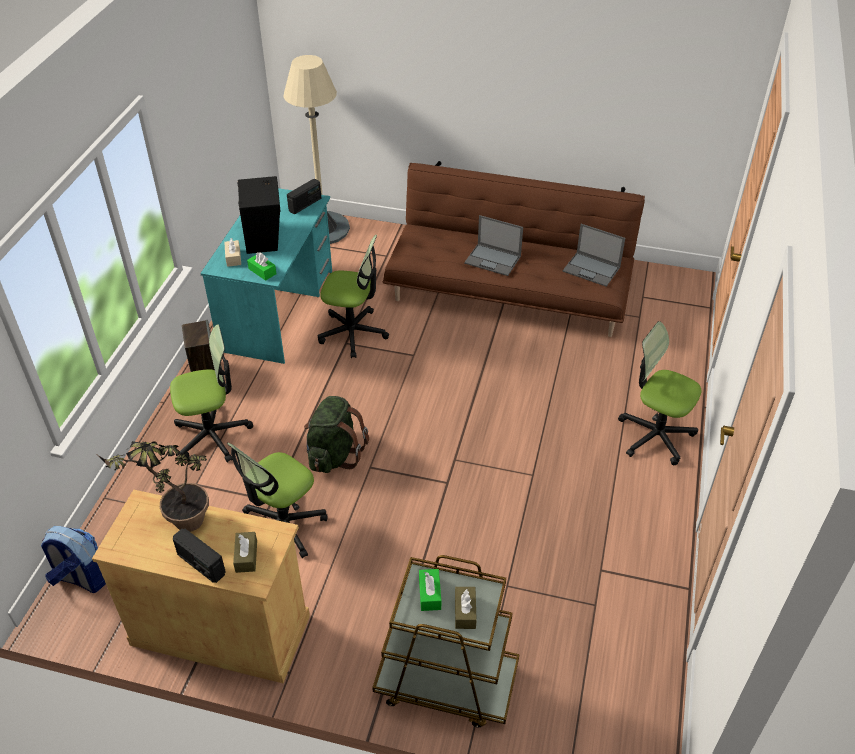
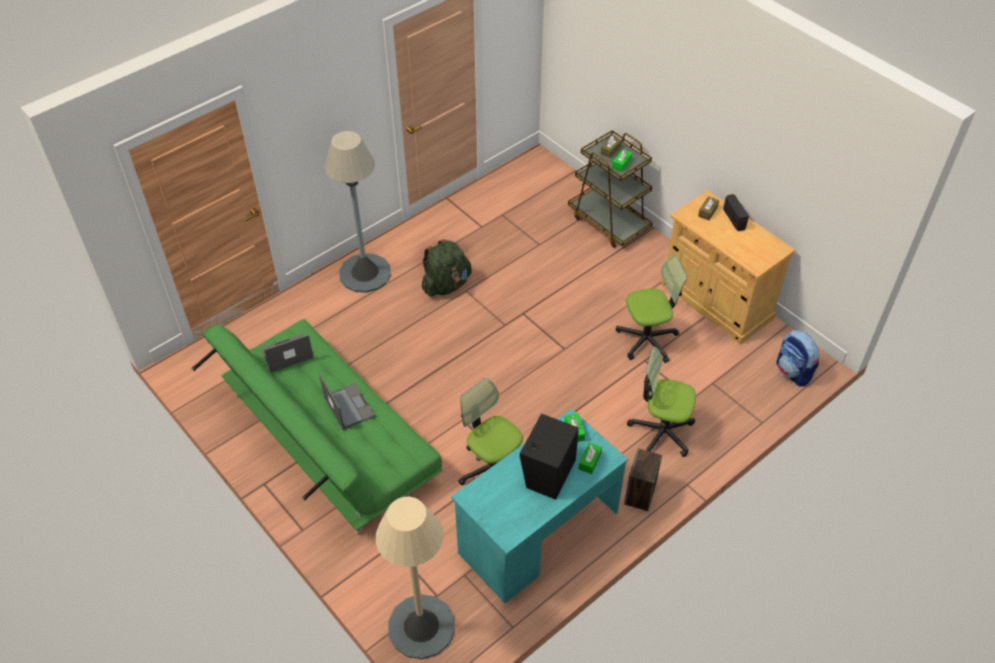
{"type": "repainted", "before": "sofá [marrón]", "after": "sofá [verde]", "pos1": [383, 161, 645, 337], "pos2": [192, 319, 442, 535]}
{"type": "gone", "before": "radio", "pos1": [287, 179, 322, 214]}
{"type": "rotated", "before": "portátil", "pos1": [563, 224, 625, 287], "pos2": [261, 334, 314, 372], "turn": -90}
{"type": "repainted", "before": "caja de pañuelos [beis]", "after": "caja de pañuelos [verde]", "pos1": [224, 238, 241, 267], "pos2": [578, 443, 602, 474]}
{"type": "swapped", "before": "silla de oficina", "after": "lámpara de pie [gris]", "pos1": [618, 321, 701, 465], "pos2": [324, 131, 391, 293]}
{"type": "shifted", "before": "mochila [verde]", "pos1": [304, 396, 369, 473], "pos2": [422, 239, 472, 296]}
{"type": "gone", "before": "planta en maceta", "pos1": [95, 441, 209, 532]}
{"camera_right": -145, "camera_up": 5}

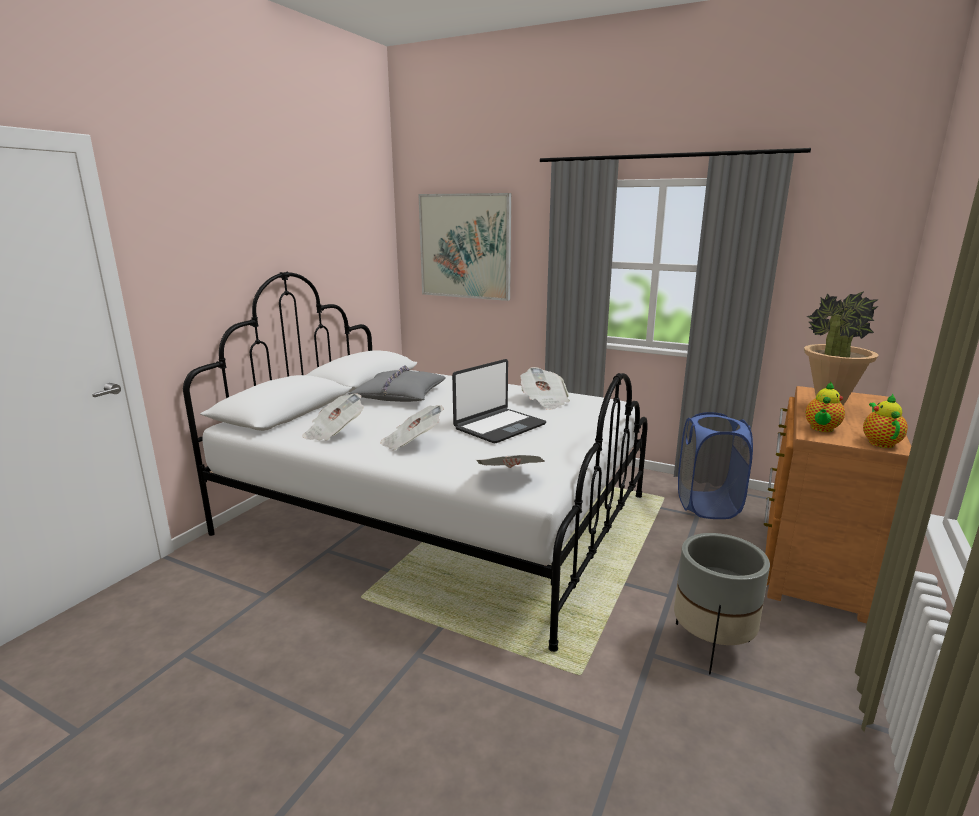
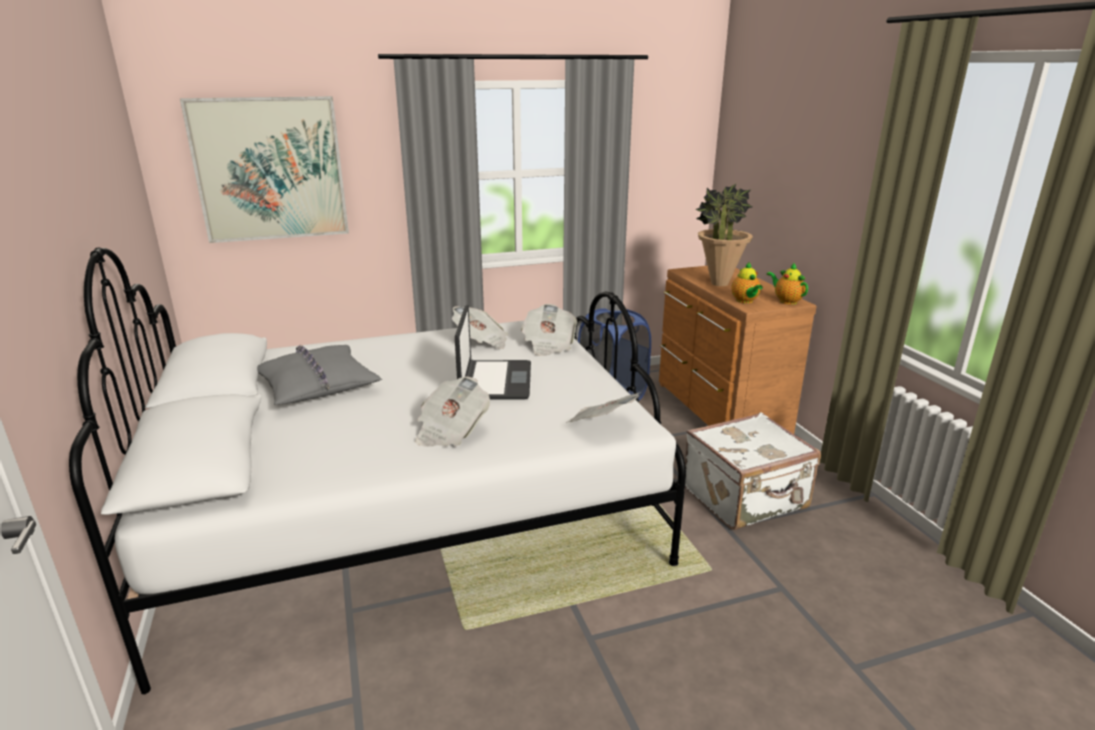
{"type": "shifted", "before": "periódico", "pos1": [302, 393, 363, 441], "pos2": [521, 304, 577, 356]}
{"type": "swapped", "before": "maceta [gris]", "after": "maleta [blanco]", "pos1": [674, 533, 770, 675], "pos2": [685, 412, 821, 530]}
{"camera_right": -45, "camera_up": 5}

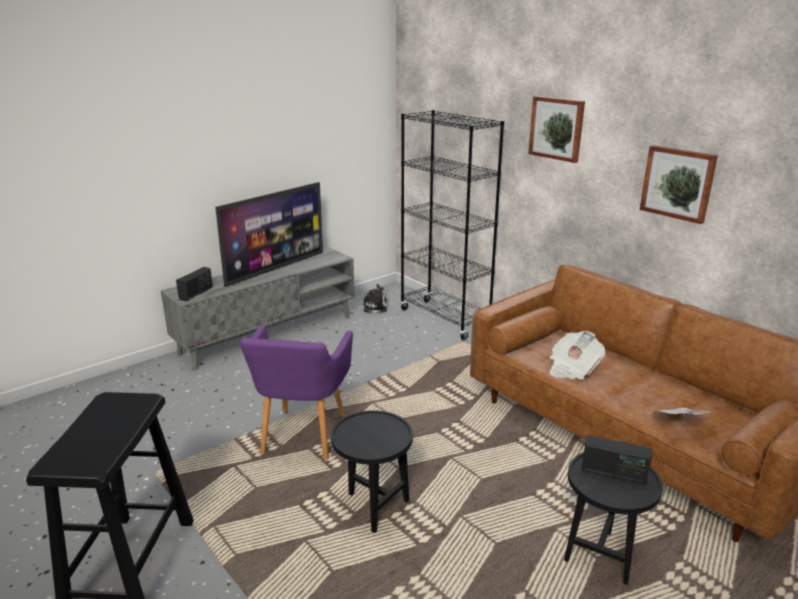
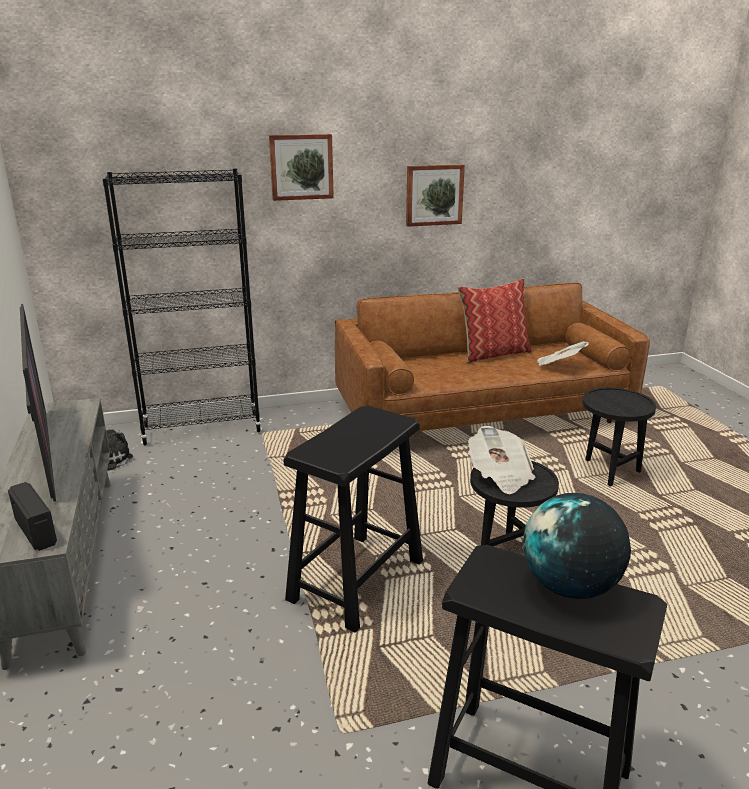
{"type": "swapped", "before": "sillón [morado]", "after": "taburete [negro]", "pos1": [240, 325, 353, 460], "pos2": [283, 406, 423, 632]}
{"type": "shifted", "before": "periódico", "pos1": [549, 331, 605, 380], "pos2": [468, 426, 536, 494]}
{"type": "gone", "before": "radio", "pos1": [581, 435, 652, 484]}
{"type": "new", "after": "cojín", "pos2": [457, 278, 532, 363]}
{"type": "new", "after": "globo terráqueo", "pos2": [523, 493, 631, 599]}
{"camera_right": -65, "camera_up": 0}

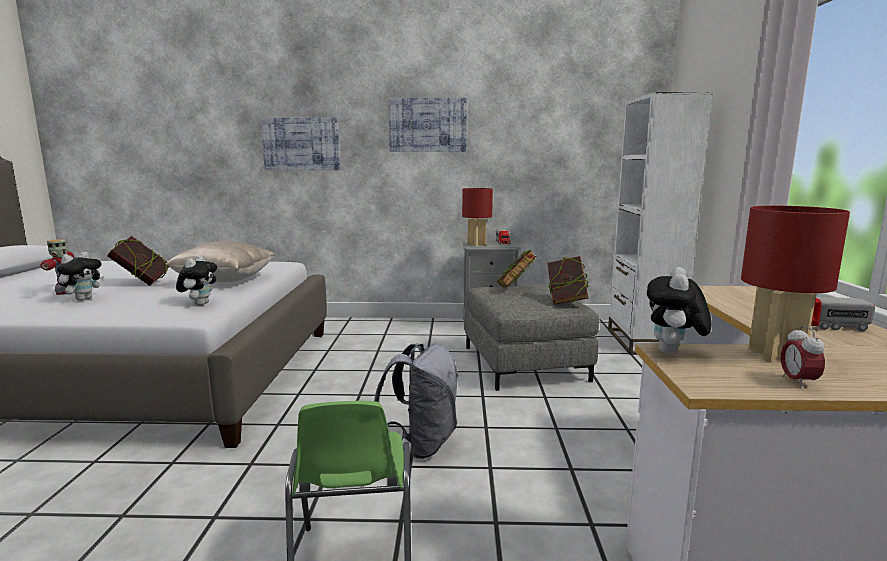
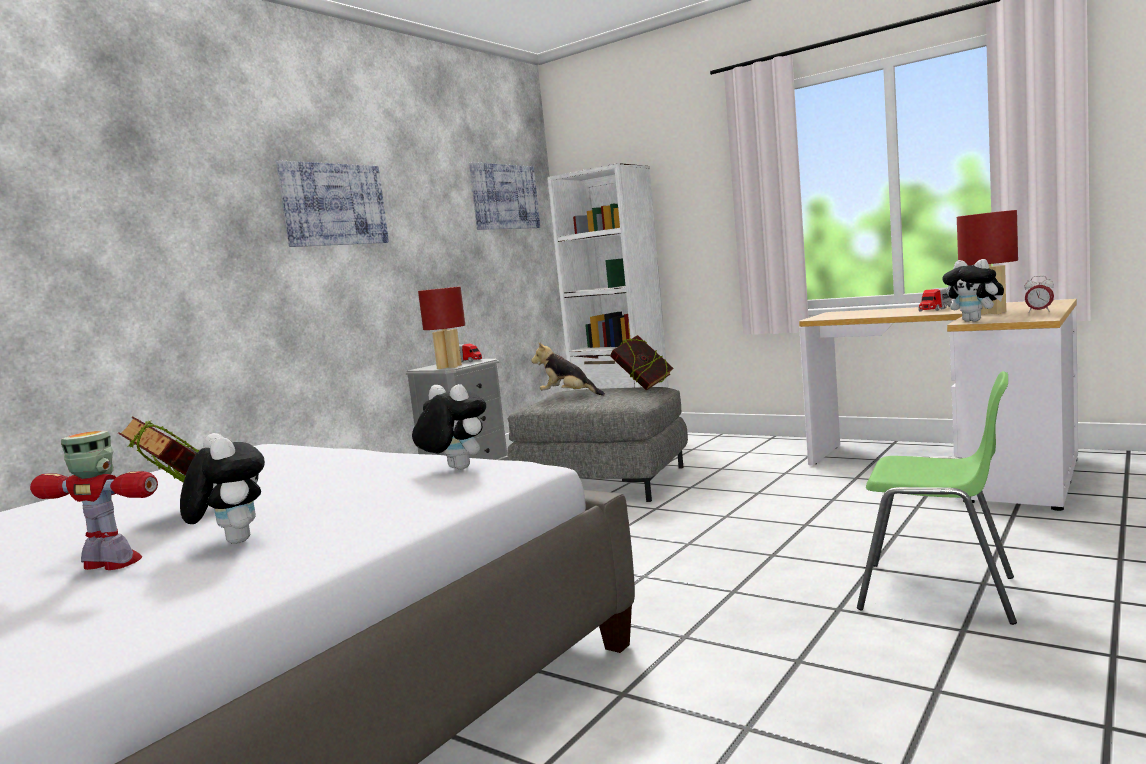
{"type": "shifted", "before": "cuadro", "pos1": [261, 118, 340, 170], "pos2": [469, 162, 540, 230]}
{"type": "gone", "before": "cojín [beis]", "pos1": [166, 241, 275, 282]}
{"type": "swapped", "before": "libro", "after": "peluche", "pos1": [497, 250, 536, 287], "pos2": [531, 343, 605, 396]}
{"type": "gone", "before": "mochila [gris]", "pos1": [374, 343, 458, 459]}
{"camera_right": -55, "camera_up": -5}

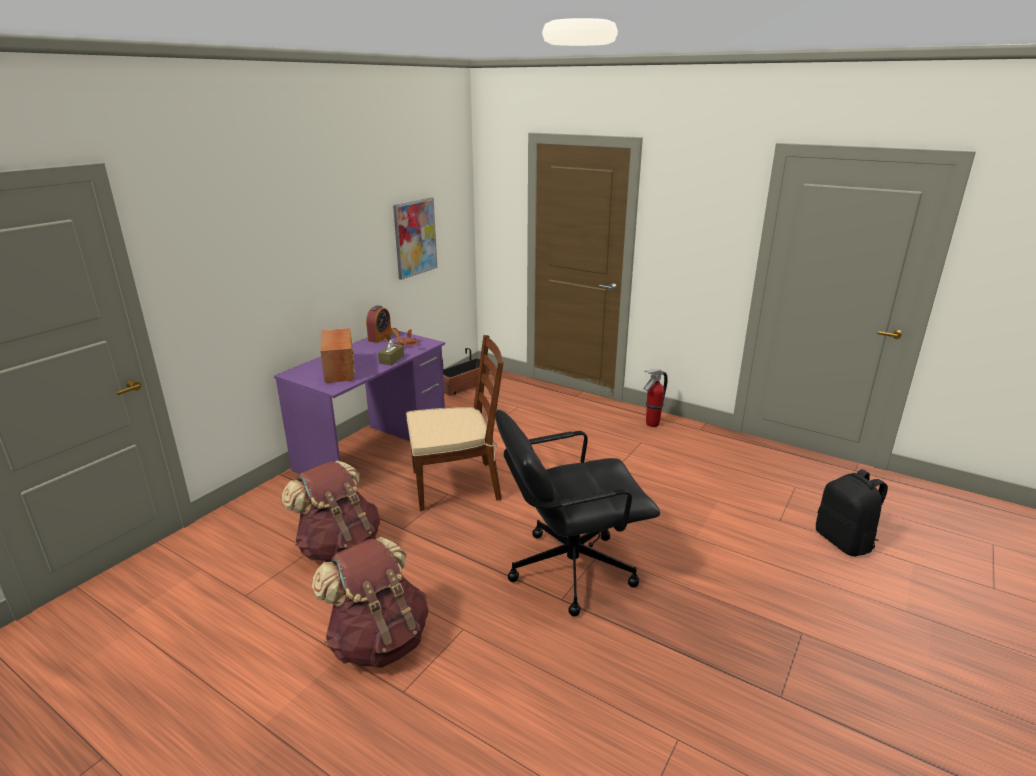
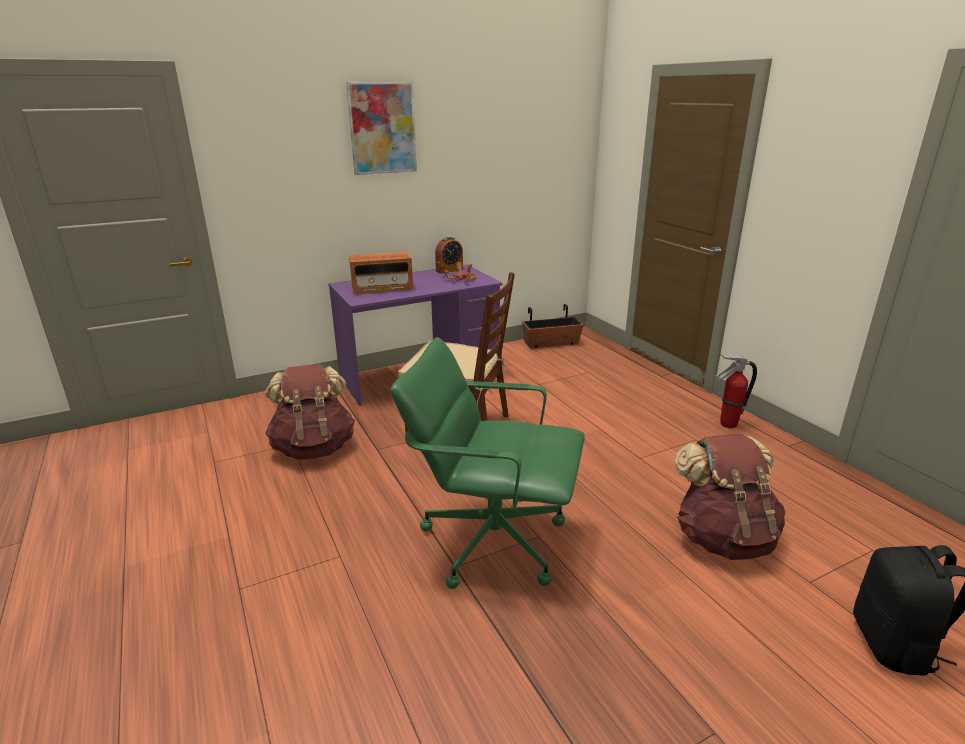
{"type": "shifted", "before": "cuadro", "pos1": [393, 197, 437, 280], "pos2": [346, 82, 417, 175]}
{"type": "rotated", "before": "radio", "pos1": [321, 328, 355, 383], "pos2": [349, 252, 413, 294], "turn": 60}
{"type": "gone", "before": "caja de pañuelos [marrón]", "pos1": [378, 339, 404, 365]}
{"type": "repainted", "before": "silla de oficina [negro]", "after": "silla de oficina [verde]", "pos1": [495, 410, 660, 617], "pos2": [390, 337, 585, 589]}
{"type": "shifted", "before": "mochila [marrón]", "pos1": [312, 537, 429, 668], "pos2": [675, 434, 786, 560]}
{"camera_right": 30, "camera_up": 0}

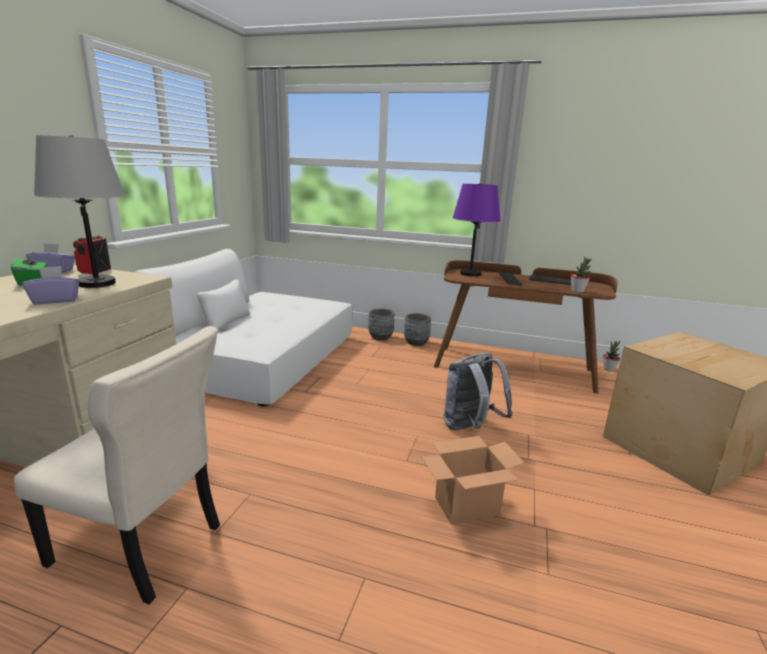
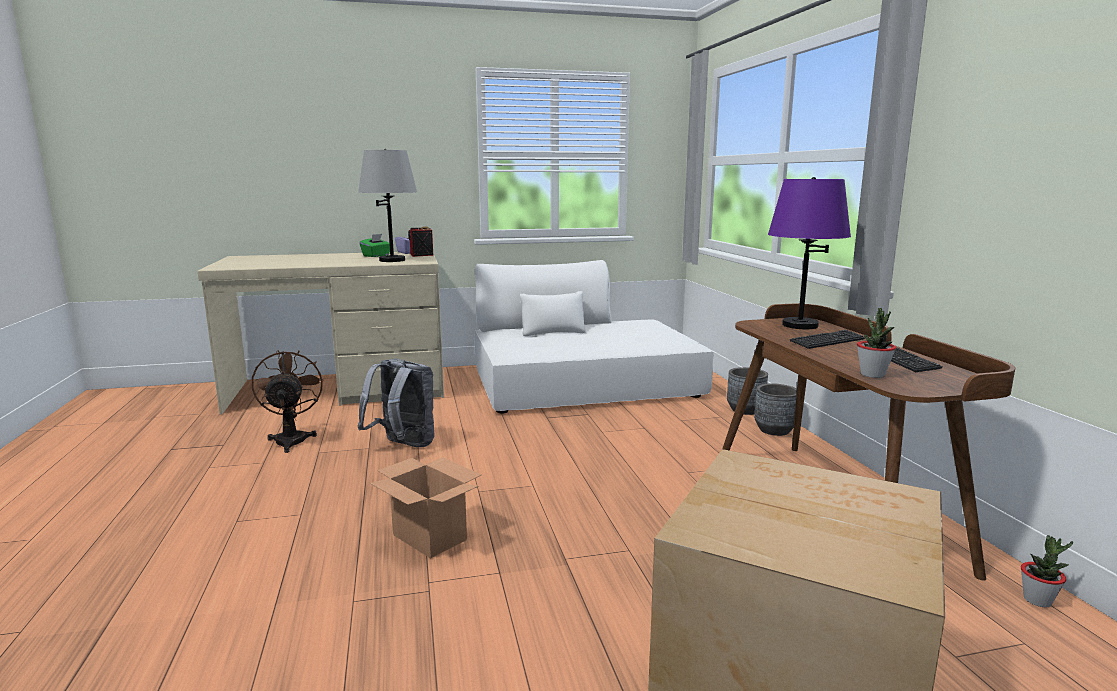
{"type": "gone", "before": "caja de pañuelos [morado]", "pos1": [22, 266, 80, 304]}
{"type": "swapped", "before": "silla [beis]", "after": "ventilador [marrón]", "pos1": [14, 326, 220, 605], "pos2": [252, 350, 324, 453]}
{"type": "shifted", "before": "mochila [gris]", "pos1": [443, 353, 513, 430], "pos2": [357, 358, 435, 447]}
{"camera_right": 60, "camera_up": -5}

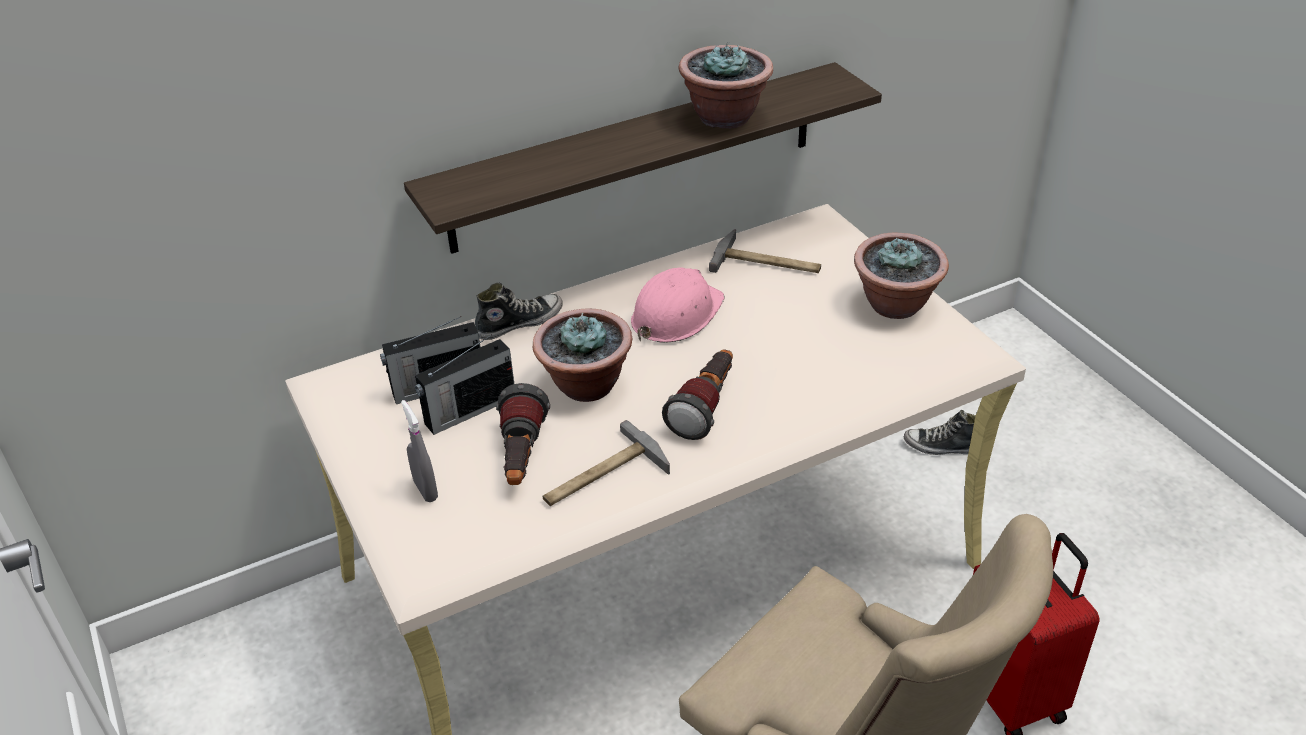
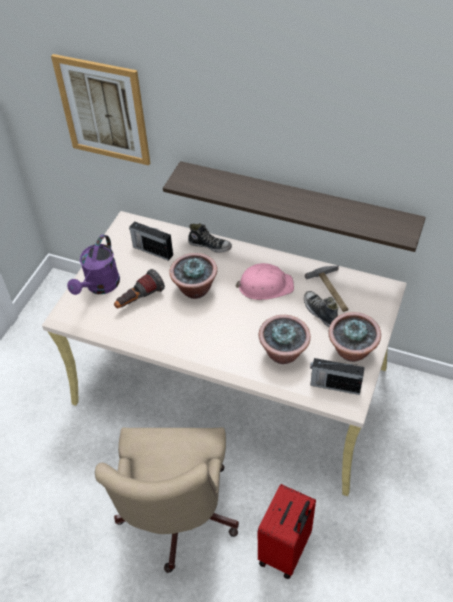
{"type": "shifted", "before": "planta en maceta", "pos1": [679, 42, 773, 128], "pos2": [259, 315, 311, 364]}
{"type": "shifted", "before": "radio", "pos1": [415, 334, 514, 435], "pos2": [310, 358, 365, 395]}
{"type": "gone", "before": "linterna", "pos1": [662, 349, 733, 440]}
{"type": "swapped", "before": "pulverizador [gris]", "after": "regadera [morado]", "pos1": [401, 400, 438, 502], "pos2": [67, 235, 120, 295]}
{"type": "shifted", "before": "zapato", "pos1": [904, 410, 976, 455], "pos2": [304, 291, 339, 327]}
{"type": "gone", "before": "martillo", "pos1": [543, 420, 670, 506]}
{"type": "new", "after": "cuadro", "pos2": [51, 54, 150, 165]}
{"camera_right": 50, "camera_up": 10}

